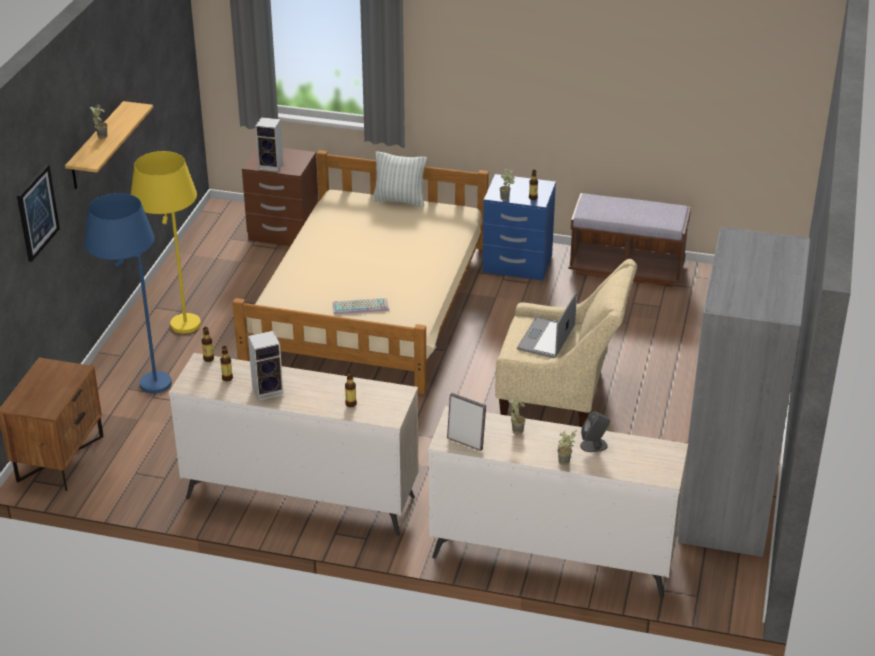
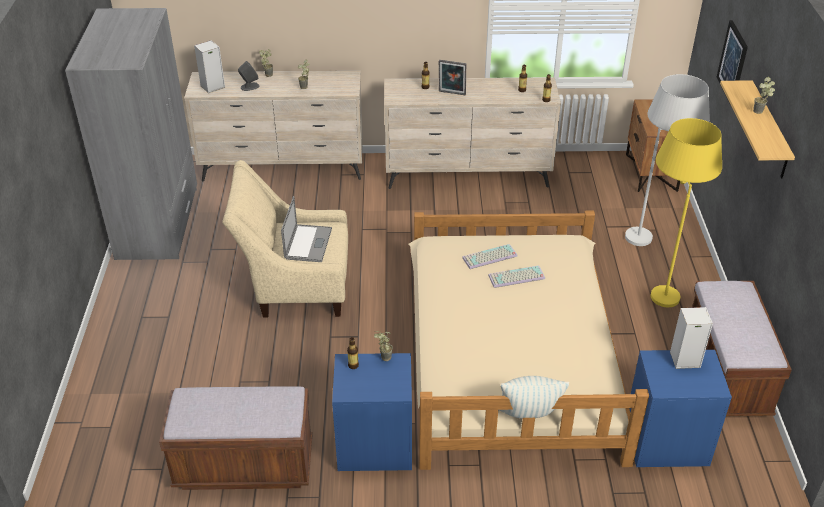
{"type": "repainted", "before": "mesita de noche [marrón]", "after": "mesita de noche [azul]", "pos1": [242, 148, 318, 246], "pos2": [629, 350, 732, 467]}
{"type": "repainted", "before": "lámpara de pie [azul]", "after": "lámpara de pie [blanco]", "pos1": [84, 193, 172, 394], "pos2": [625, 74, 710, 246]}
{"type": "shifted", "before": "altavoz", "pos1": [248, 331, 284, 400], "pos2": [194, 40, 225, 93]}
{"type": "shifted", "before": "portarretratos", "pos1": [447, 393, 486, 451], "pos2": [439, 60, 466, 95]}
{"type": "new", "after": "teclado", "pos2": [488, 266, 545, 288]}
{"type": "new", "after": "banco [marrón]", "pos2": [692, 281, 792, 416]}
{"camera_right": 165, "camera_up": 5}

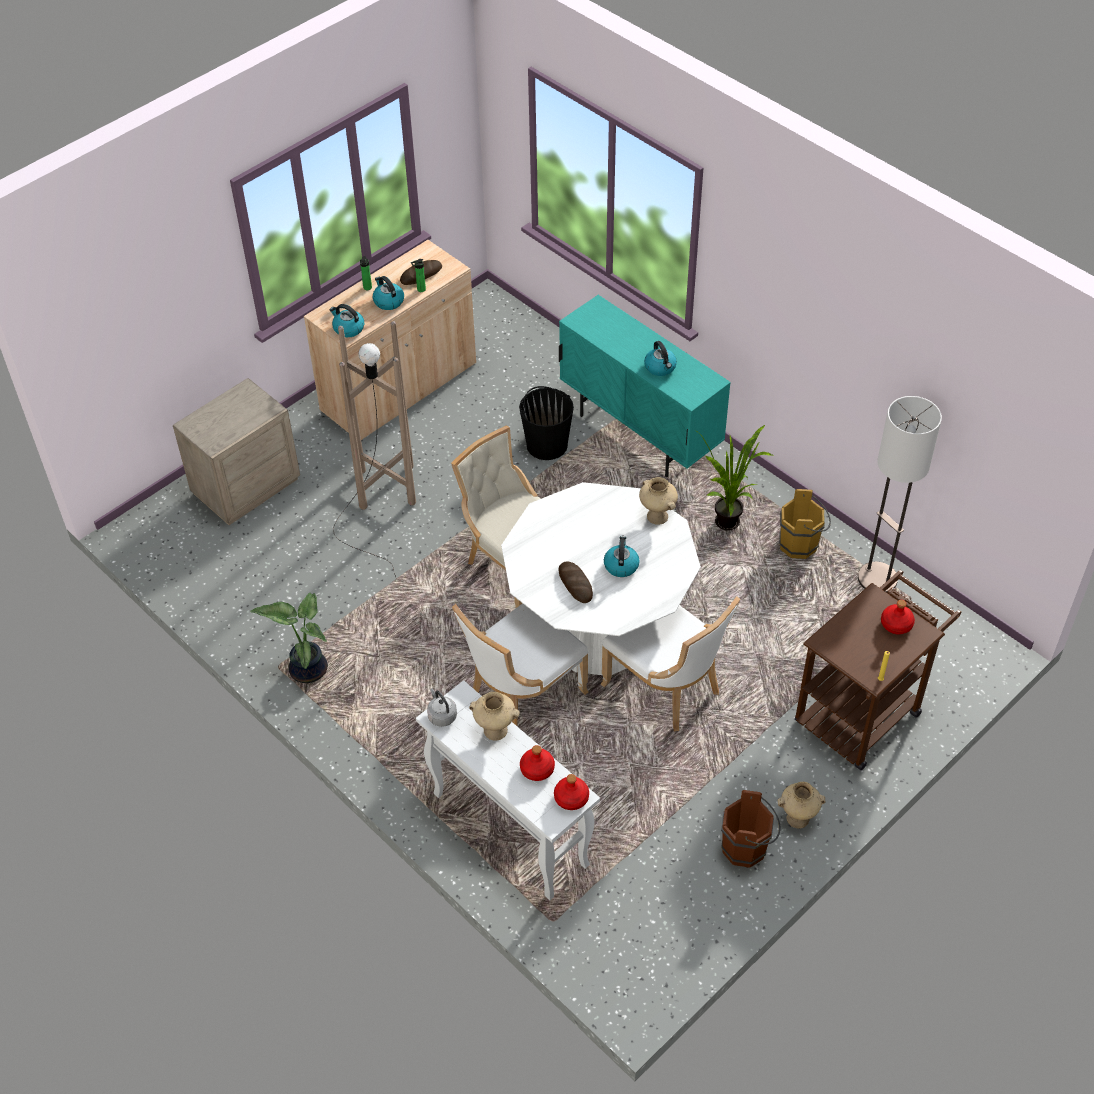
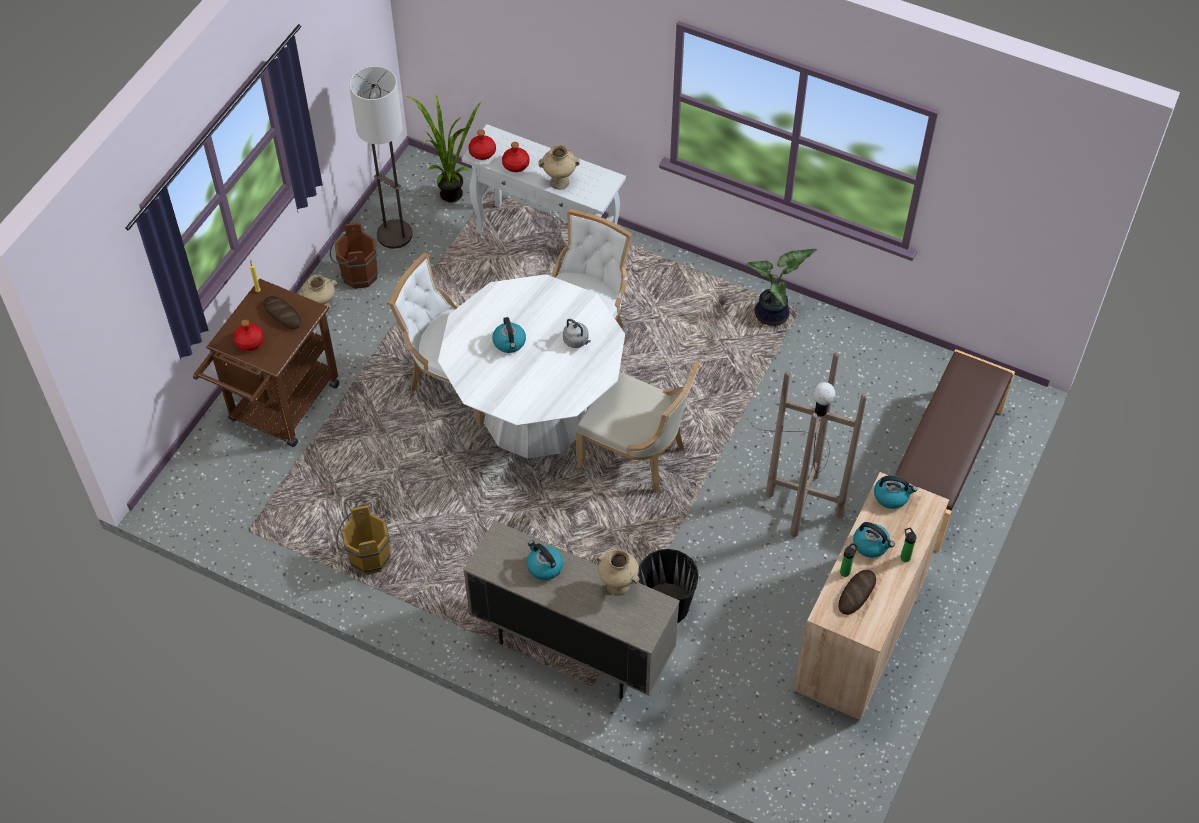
{"type": "repainted", "before": "armario [turquesa]", "after": "armario [beis]", "pos1": [559, 295, 731, 477], "pos2": [463, 520, 680, 699]}
{"type": "swapped", "before": "mesita de noche [beis]", "after": "banco [marrón]", "pos1": [173, 378, 300, 525], "pos2": [895, 349, 1015, 552]}
{"type": "shifted", "before": "lámpara de pie", "pos1": [858, 396, 942, 593], "pos2": [349, 66, 413, 249]}
{"type": "shifted", "before": "planta en maceta", "pos1": [696, 425, 773, 531], "pos2": [405, 94, 481, 203]}
{"type": "shifted", "before": "florero [beis]", "pos1": [639, 477, 678, 525], "pos2": [596, 550, 640, 596]}
{"type": "shifted", "before": "pan", "pos1": [559, 561, 593, 603], "pos2": [263, 296, 302, 329]}
{"type": "shifted", "before": "hervidor [gris]", "pos1": [427, 688, 457, 727], "pos2": [563, 319, 591, 348]}
{"camera_right": 160, "camera_up": 5}

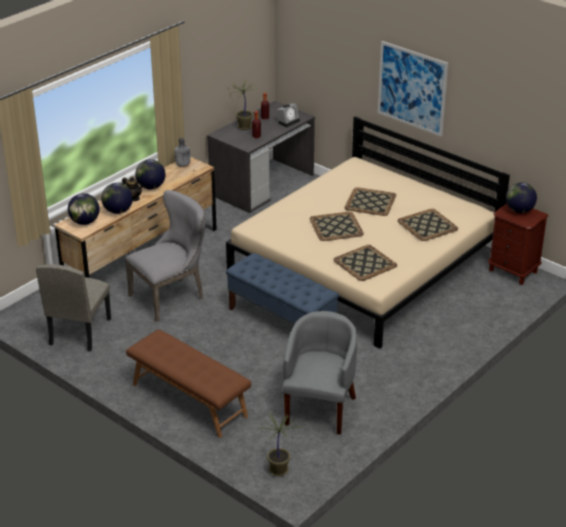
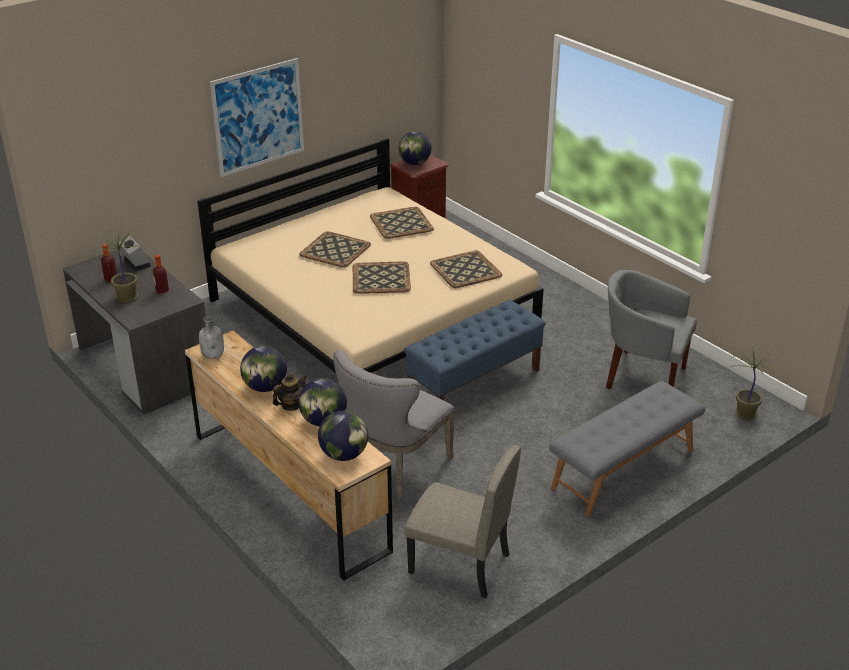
{"type": "rotated", "before": "silla [gris]", "pos1": [125, 190, 206, 322], "pos2": [334, 350, 455, 499], "turn": -120}
{"type": "repainted", "before": "banco [marrón]", "after": "banco [gris]", "pos1": [126, 329, 251, 438], "pos2": [549, 381, 705, 516]}
{"camera_right": -80, "camera_up": 0}

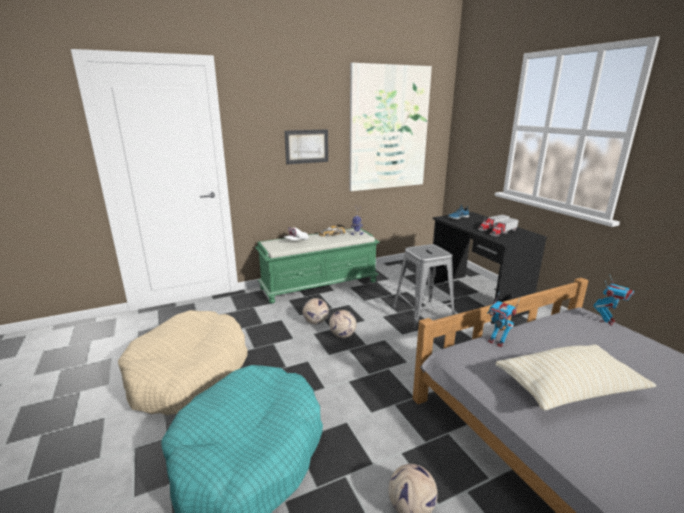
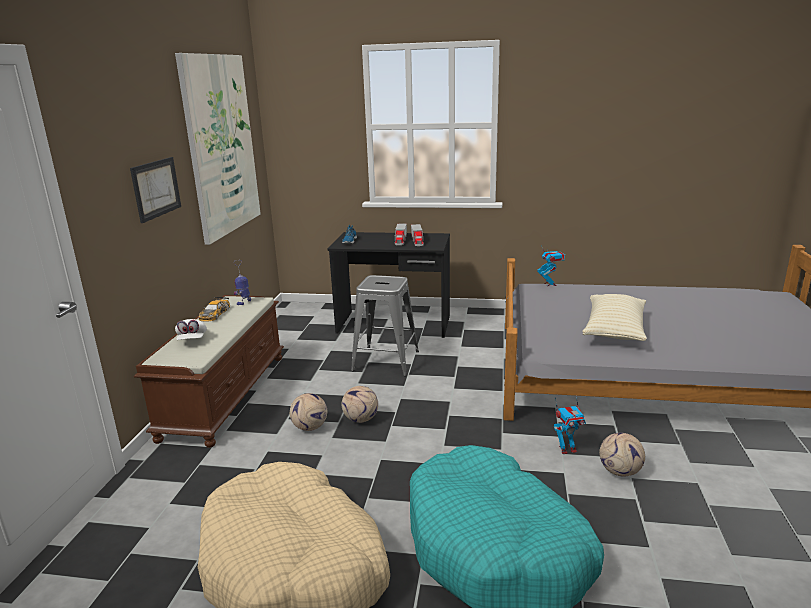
{"type": "repainted", "before": "banco [verde]", "after": "banco [marrón]", "pos1": [255, 228, 380, 304], "pos2": [134, 295, 284, 448]}
{"type": "shifted", "before": "robot de juguete", "pos1": [487, 291, 520, 347], "pos2": [554, 395, 586, 454]}
{"camera_right": -55, "camera_up": 0}

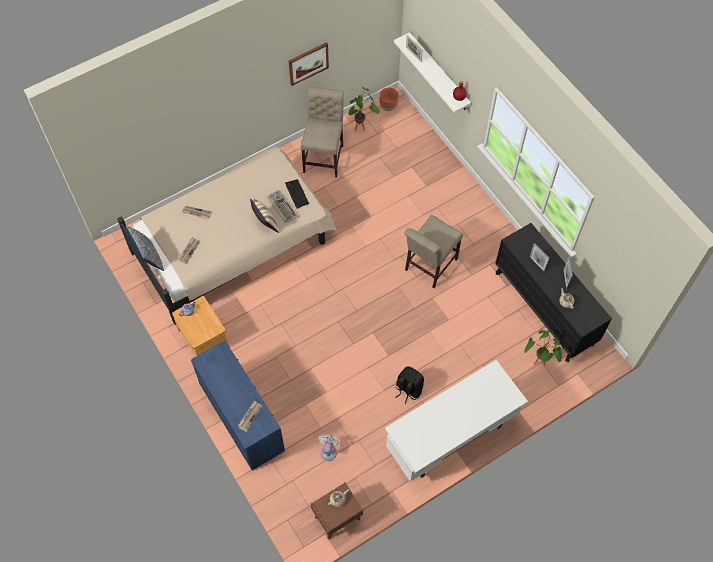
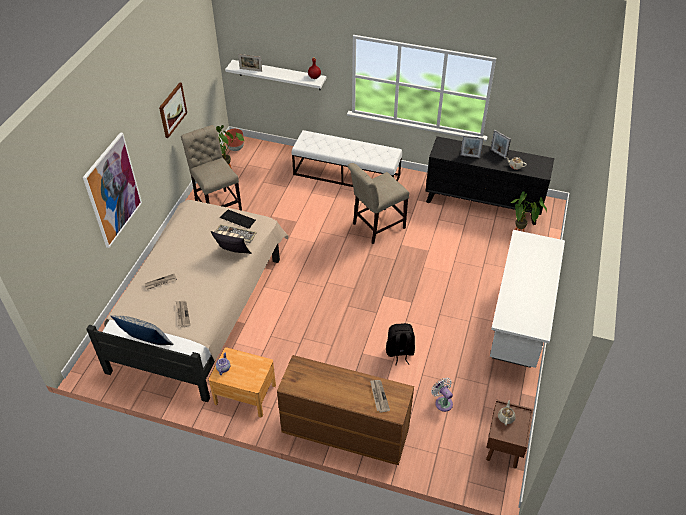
{"type": "rotated", "before": "silla [beis]", "pos1": [404, 214, 463, 288], "pos2": [347, 163, 409, 244], "turn": 60}
{"type": "repainted", "before": "cómoda [azul]", "after": "cómoda [marrón]", "pos1": [191, 341, 285, 471], "pos2": [277, 355, 414, 465]}
{"type": "shifted", "before": "mochila [negro]", "pos1": [395, 366, 424, 404], "pos2": [386, 323, 415, 365]}
{"type": "new", "after": "banco [blanco]", "pos2": [291, 130, 402, 187]}
{"type": "new", "after": "cuadro", "pos2": [83, 132, 142, 248]}
{"camera_right": -40, "camera_up": -15}

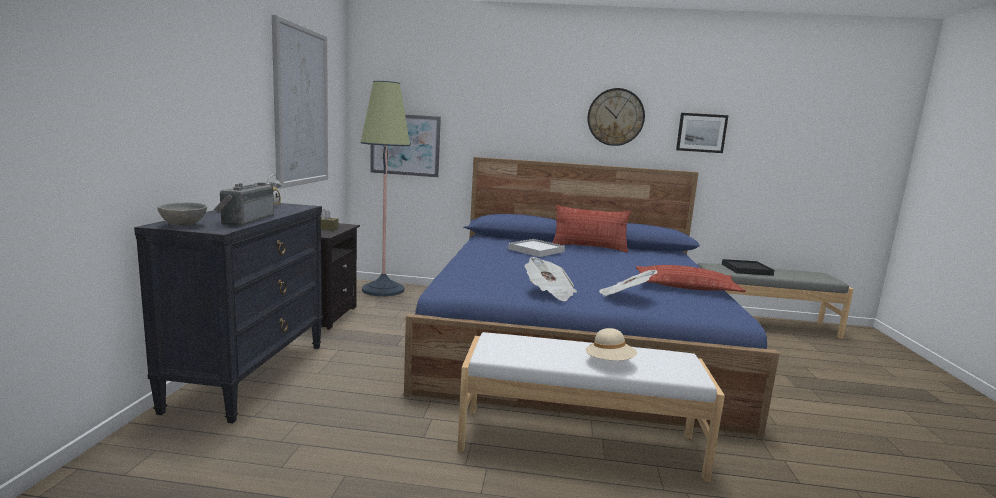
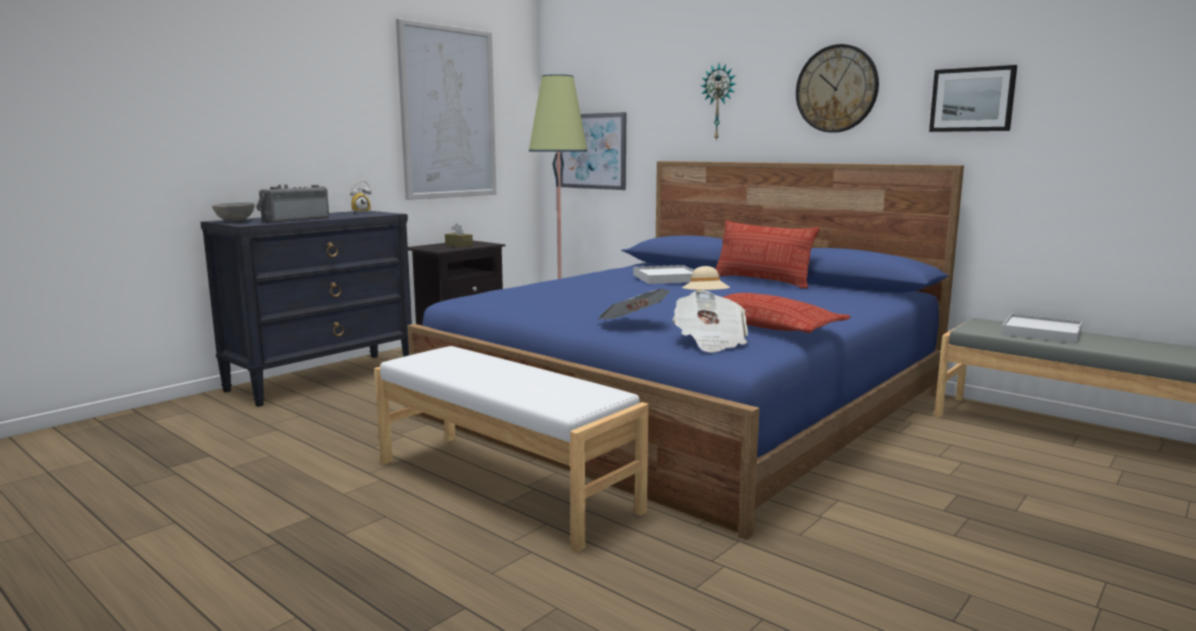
{"type": "shifted", "before": "periódico", "pos1": [525, 257, 577, 301], "pos2": [673, 290, 748, 352]}
{"type": "repainted", "before": "bandeja [negro]", "after": "bandeja [blanco]", "pos1": [722, 259, 774, 276], "pos2": [1002, 314, 1082, 343]}
{"type": "shifted", "before": "sombrero [beis]", "pos1": [586, 328, 637, 361], "pos2": [682, 266, 730, 291]}
{"type": "new", "after": "reloj de pared", "pos2": [701, 64, 736, 141]}
{"camera_right": 35, "camera_up": 0}

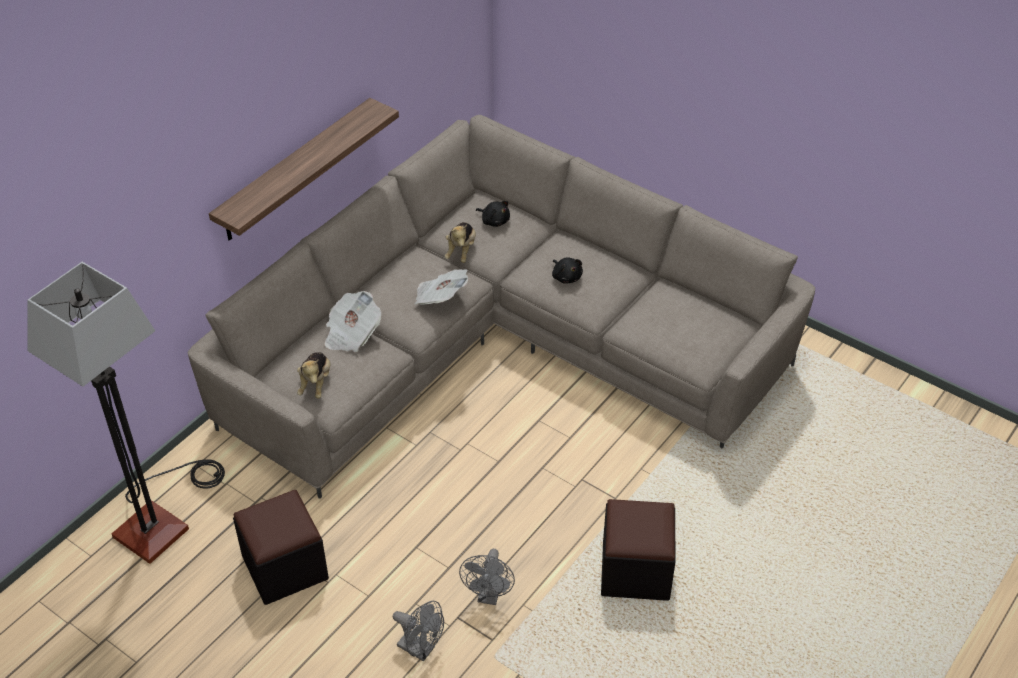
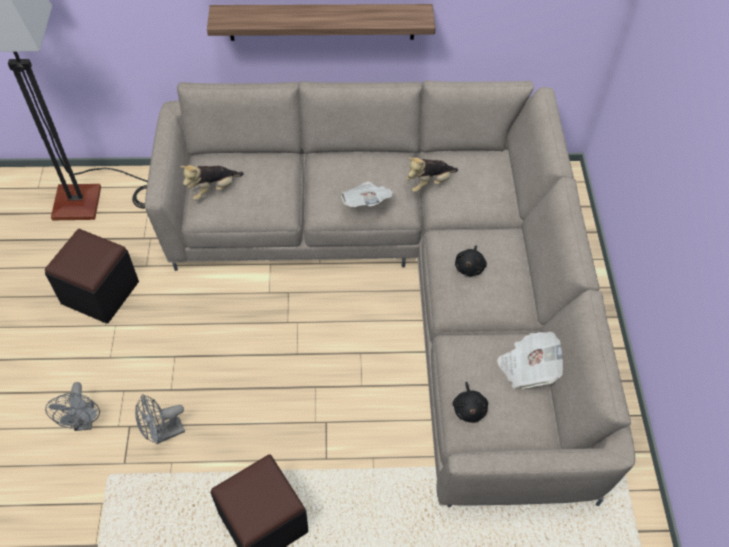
{"type": "shifted", "before": "peluche [negro]", "pos1": [476, 201, 510, 227], "pos2": [453, 382, 488, 423]}
{"type": "shifted", "before": "periódico", "pos1": [325, 291, 381, 352], "pos2": [497, 332, 563, 389]}
{"camera_right": 50, "camera_up": 10}

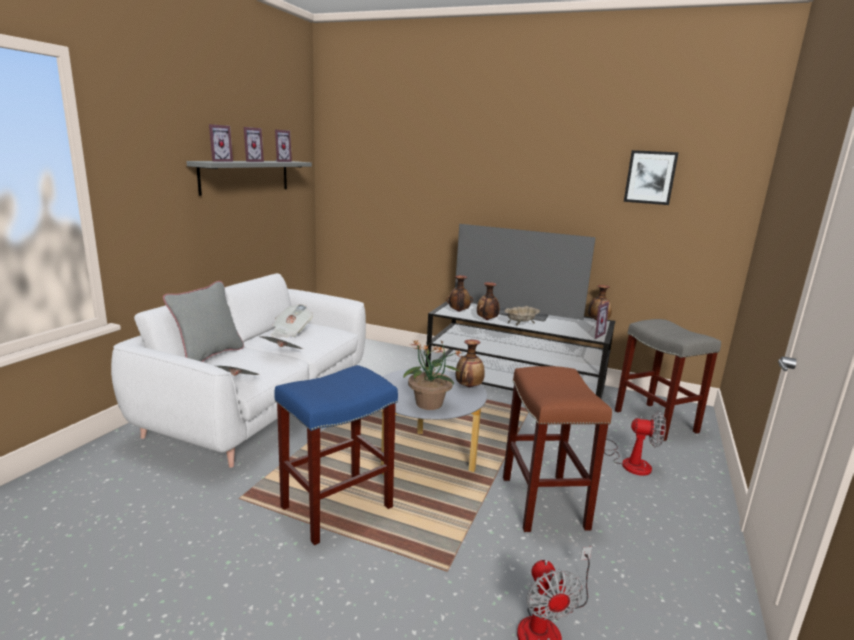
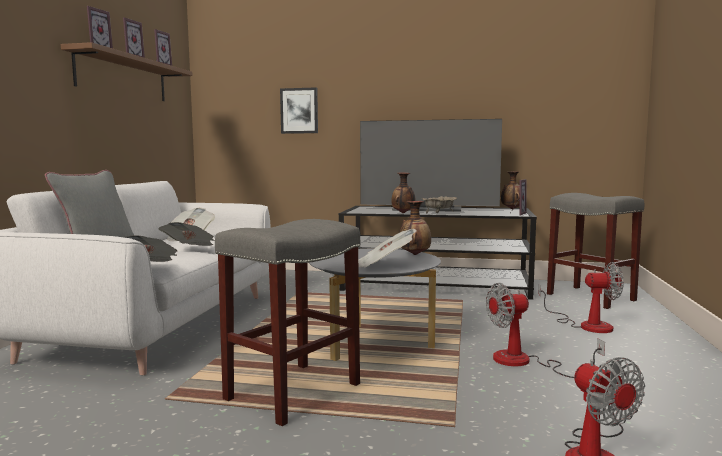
{"type": "shifted", "before": "cuadro", "pos1": [624, 150, 679, 205], "pos2": [280, 87, 318, 134]}
{"type": "repainted", "before": "estante [gris]", "after": "estante [marrón]", "pos1": [186, 161, 312, 196], "pos2": [61, 42, 192, 101]}
{"type": "gone", "before": "florero", "pos1": [446, 275, 473, 312]}
{"type": "swapped", "before": "planta en maceta", "after": "periódico", "pos1": [403, 340, 462, 410], "pos2": [358, 229, 417, 268]}
{"type": "repainted", "before": "taburete [azul]", "after": "taburete [gris]", "pos1": [274, 365, 398, 545], "pos2": [215, 219, 360, 426]}
{"type": "swapped", "before": "taburete [marrón]", "after": "ventilador", "pos1": [503, 366, 612, 532], "pos2": [486, 283, 605, 378]}
{"camera_right": -10, "camera_up": -10}

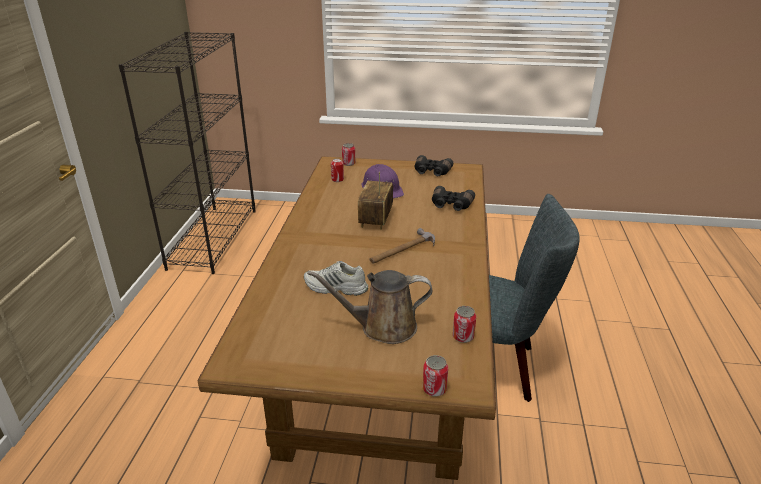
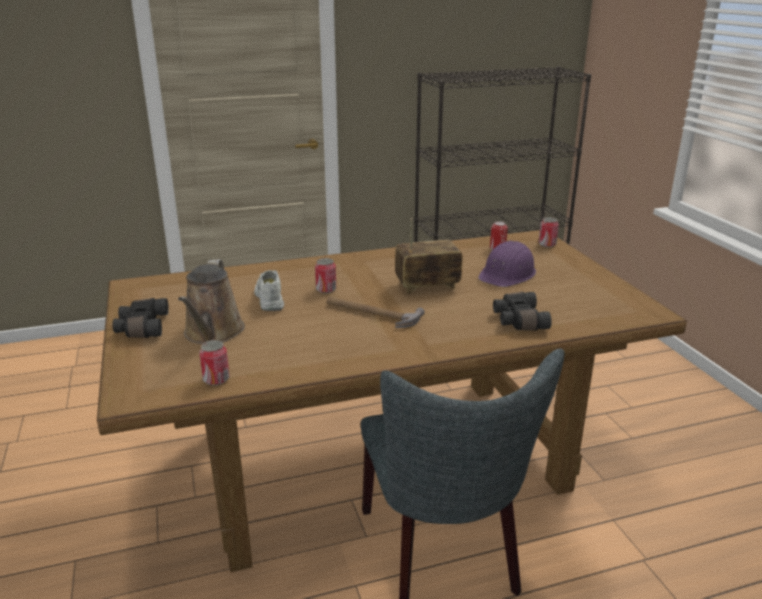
{"type": "shifted", "before": "prismáticos [negro]", "pos1": [415, 155, 453, 176], "pos2": [112, 298, 169, 338]}
{"type": "rotated", "before": "regadera [marrón]", "pos1": [307, 270, 432, 344], "pos2": [178, 259, 245, 344], "turn": -150}
{"type": "shifted", "before": "lata", "pos1": [423, 355, 448, 397], "pos2": [315, 258, 336, 293]}
{"camera_right": 65, "camera_up": -5}

